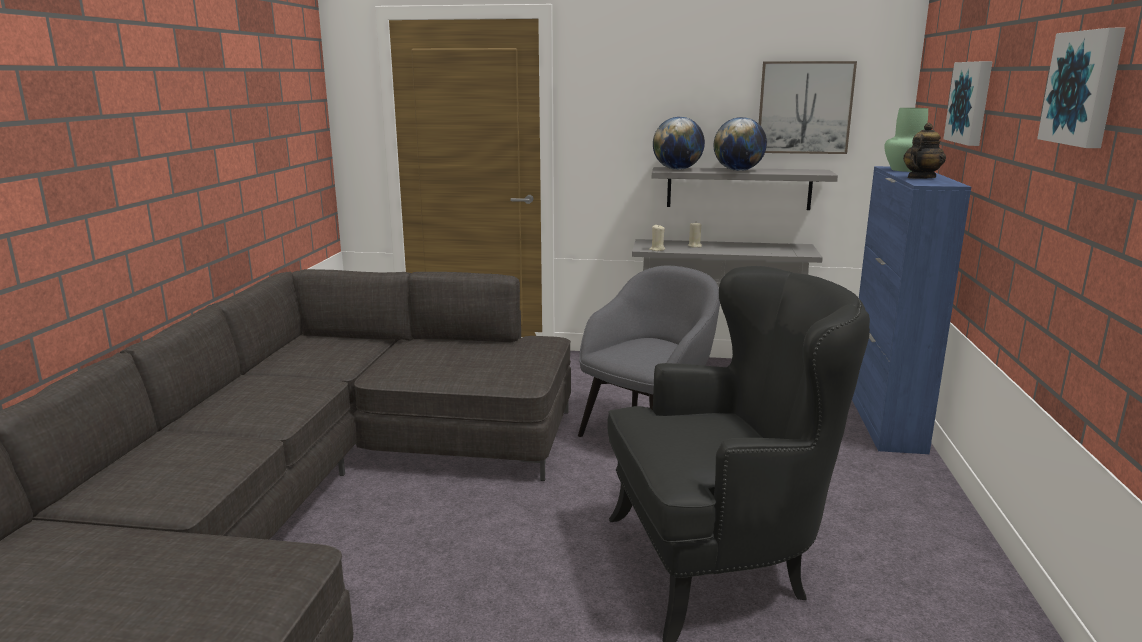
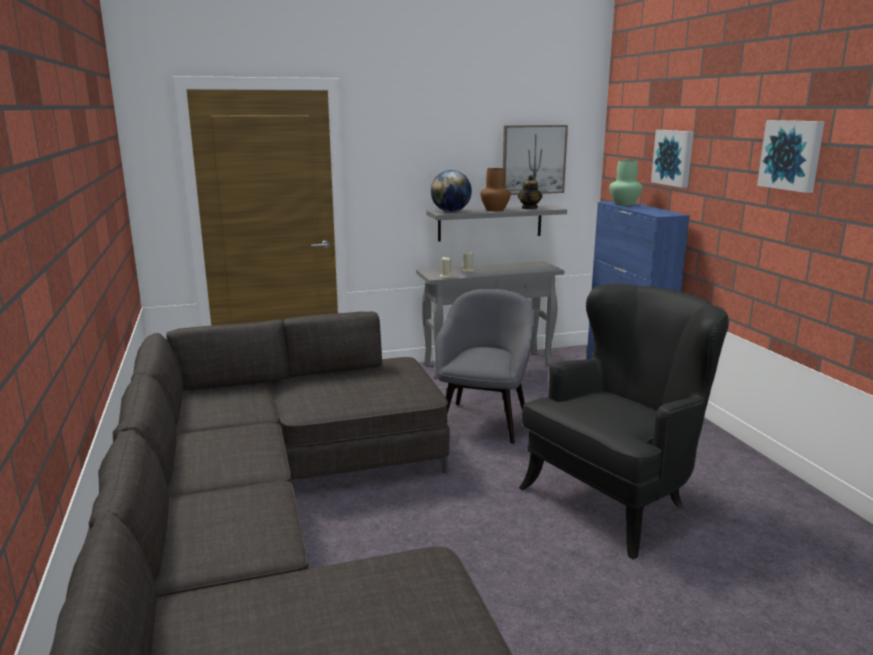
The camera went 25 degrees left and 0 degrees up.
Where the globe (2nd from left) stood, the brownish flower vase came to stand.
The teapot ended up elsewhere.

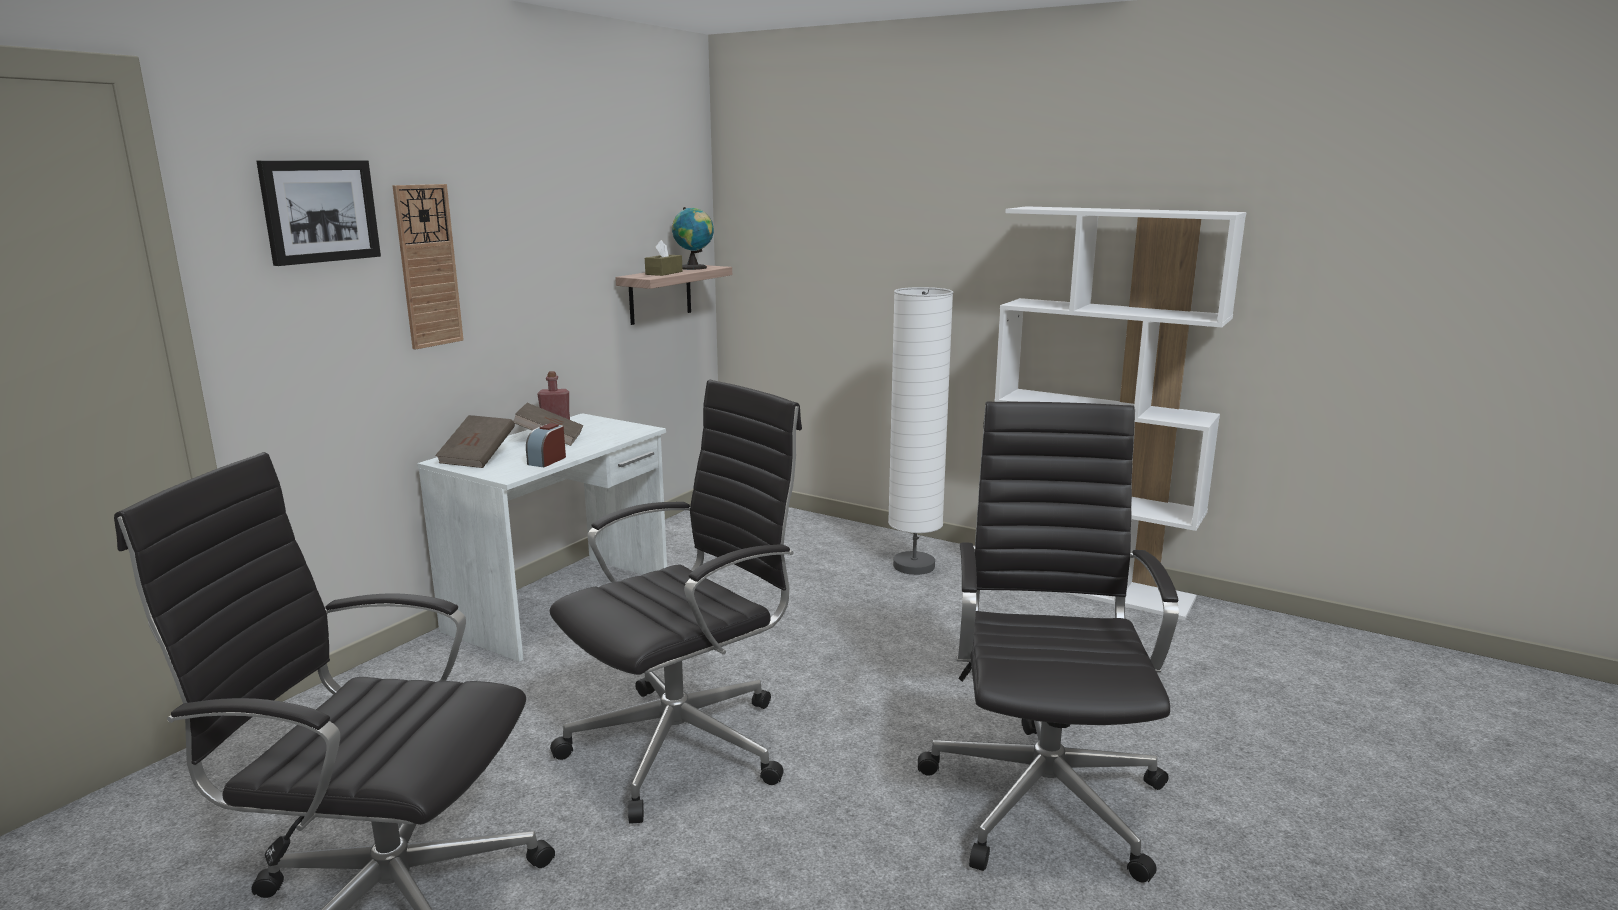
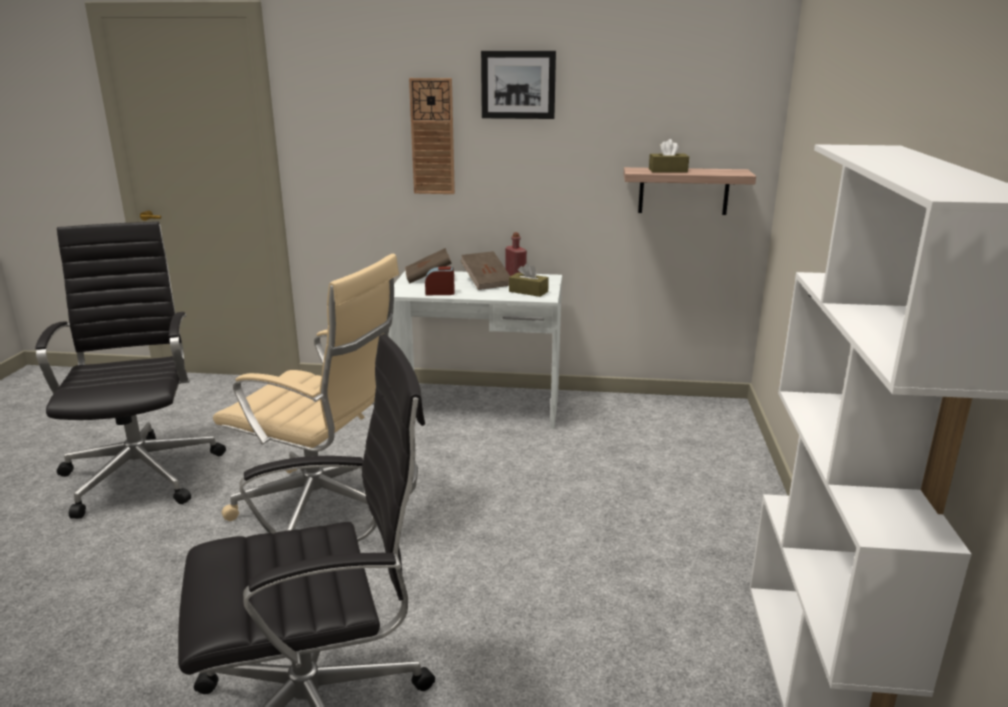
The camera went 65 degrees right and 5 degrees up.
The wall art ended up elsewhere.
The second view lost the globe.
The second view lost the white standard lamp.
What was the blackish office chair (2nd from left) turned into the beige-coloured office chair.
The second view gained the brownish tissue holder (1st from left).

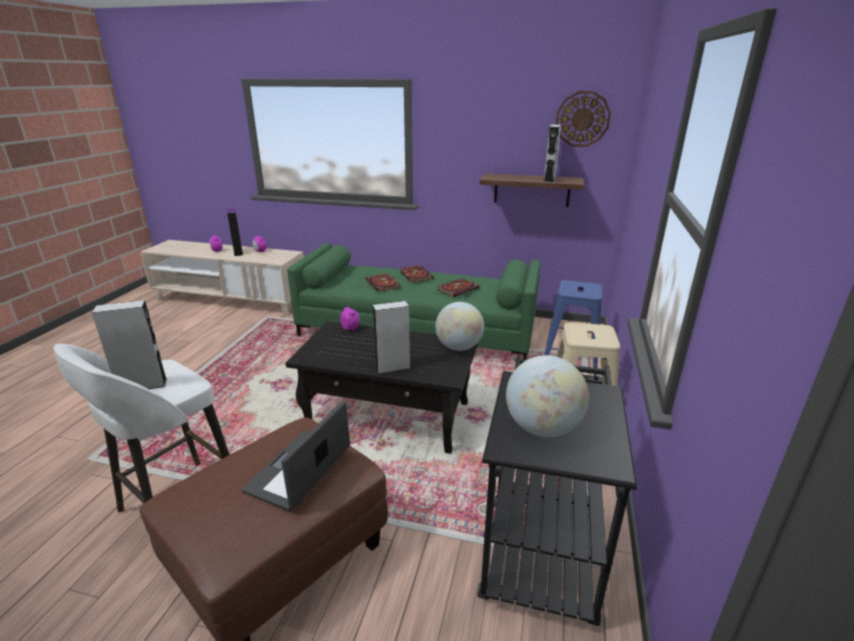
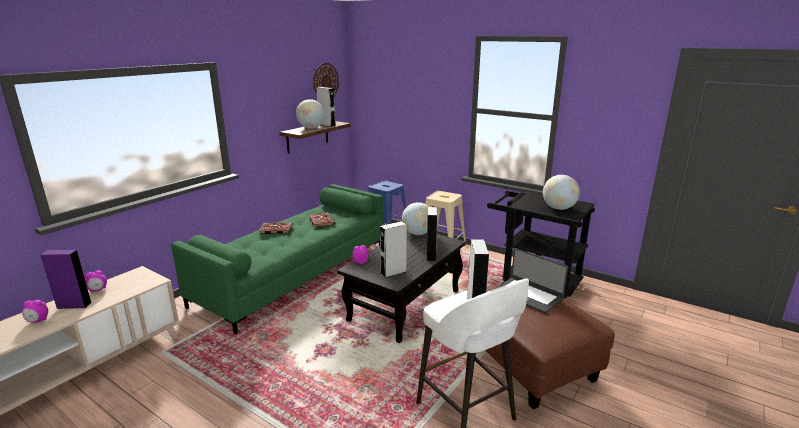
The camera went 70 degrees left and 5 degrees down.
The second view lost the book (1st from left).
The second view gained the globe (1st from left).
The second view gained the gray audio speaker (2nd from left).

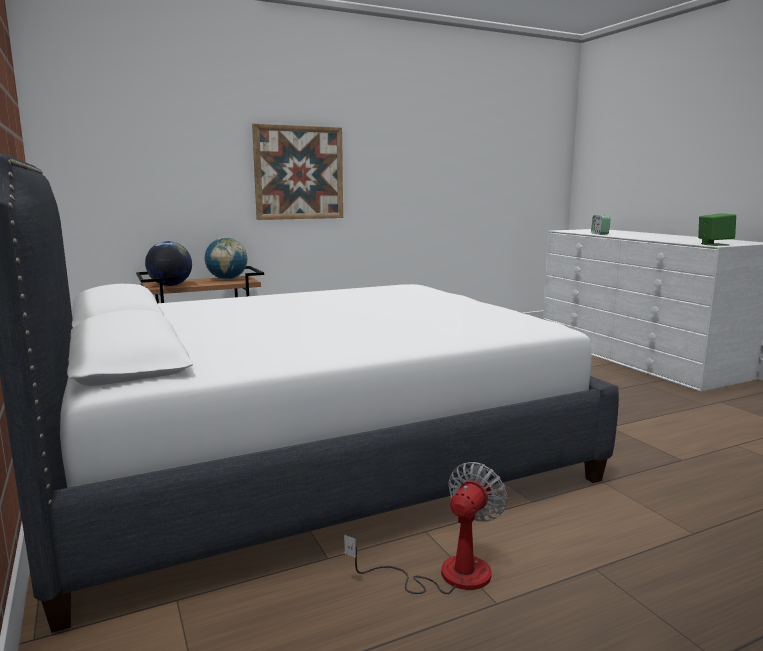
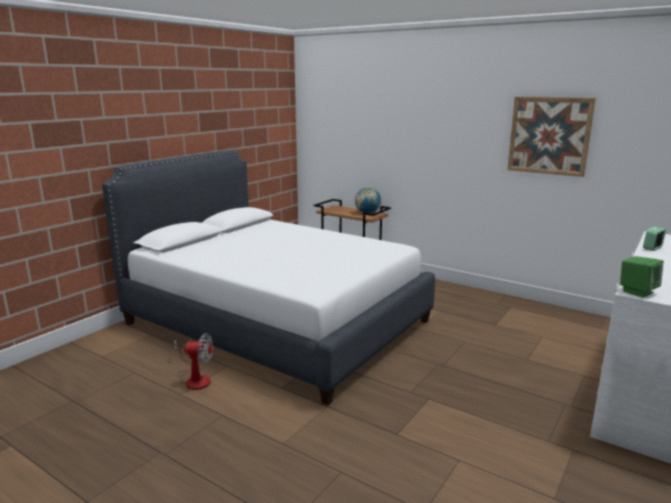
The camera went 60 degrees right and 5 degrees up.
The wall art ended up elsewhere.
The second view lost the globe (1st from left).

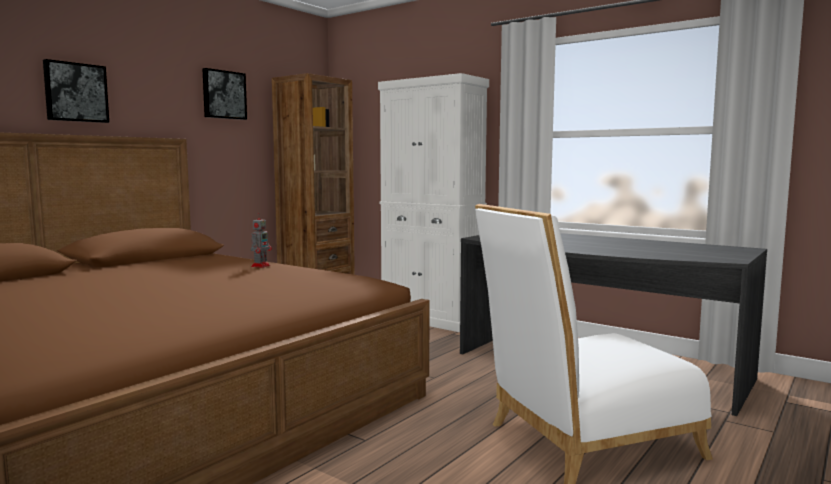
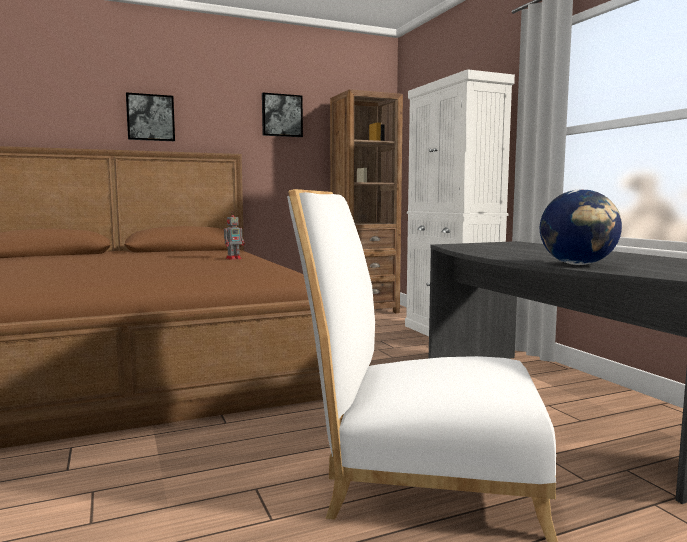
The camera went 30 degrees right and 0 degrees up.
The second view gained the globe.

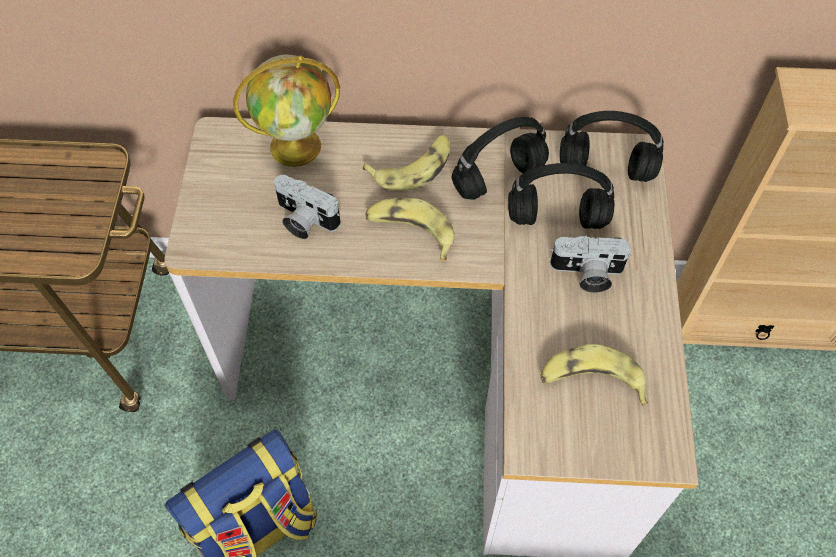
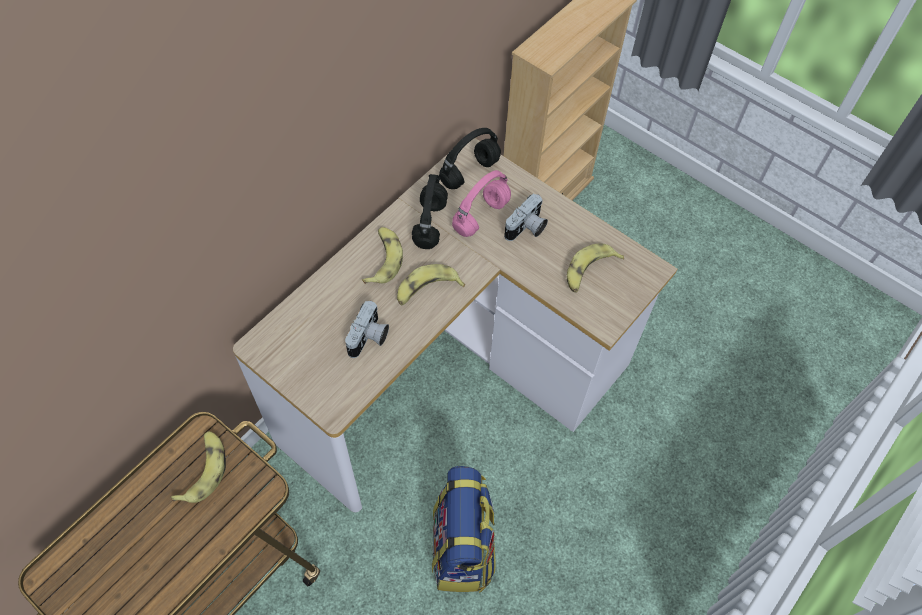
The camera went 55 degrees left and 0 degrees up.
The second view lost the globe.
What was the blackish headphones (2nd from left) turned into the pinkish headphones.
The photo camera (1st from left) ended up facing another way, 45 degrees counterclockwise from before.
The second view gained the whole banana (1st from left).

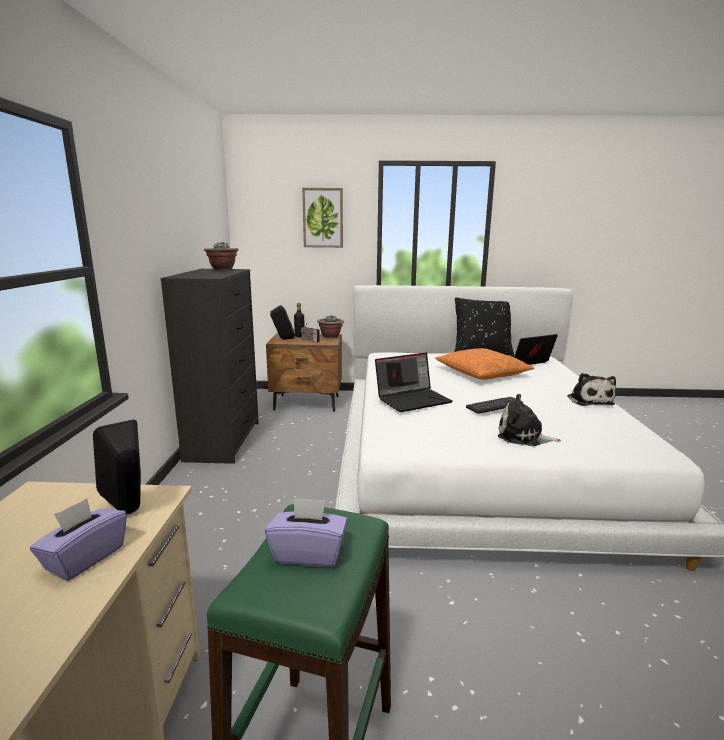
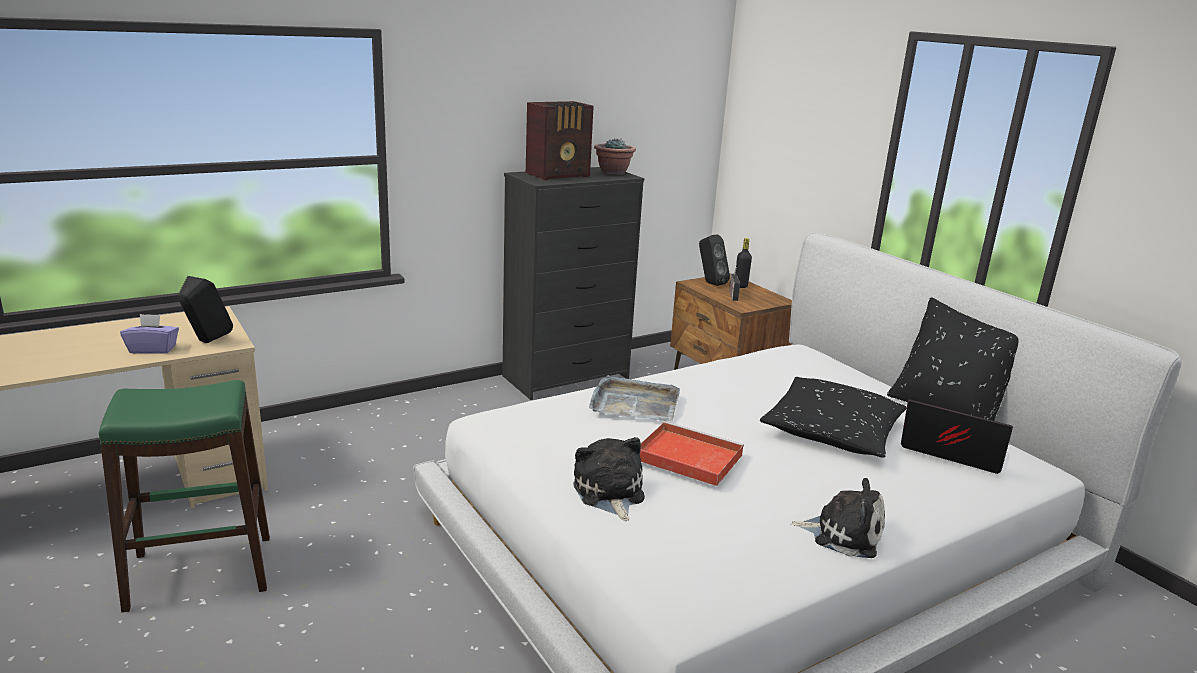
The camera went 55 degrees right and 5 degrees up.
The second view lost the wall art.
The second view lost the houseplant (2nd from left).
What was the orangey pillow turned into the blackish pillow (1st from left).
Where the portable computer (1st from left) stood, the gray tray came to stand.
The plush toy (2nd from left) ended up facing another way, 120 degrees counterclockwise from before.
Where the computer keyboard stood, the red-coloured tray came to stand.
The second view lost the purple tissue holder (2nd from left).
The second view gained the radio receiver (1st from left).

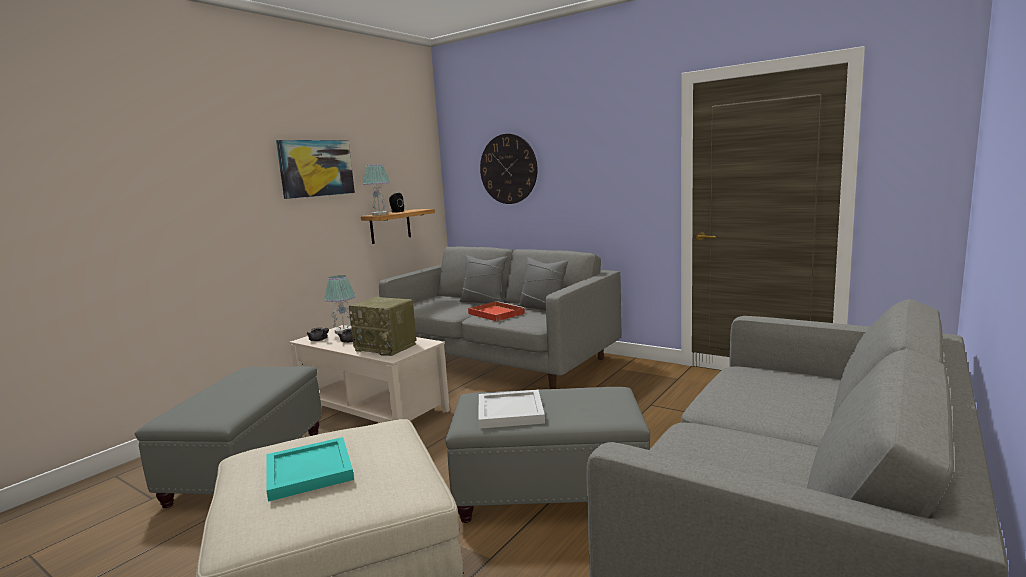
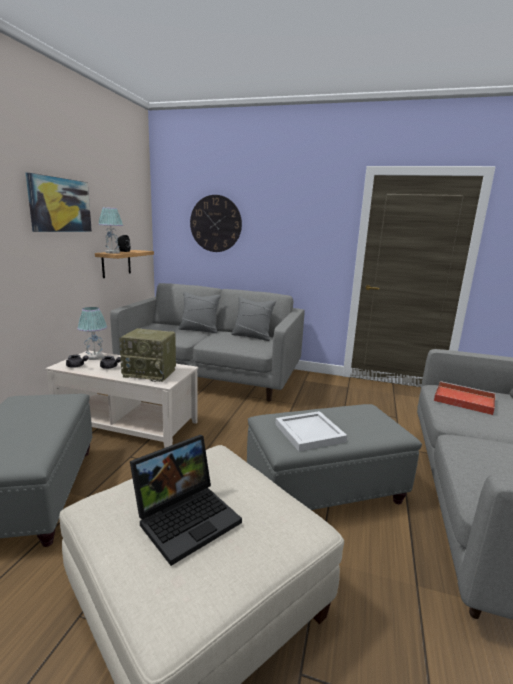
The camera went 20 degrees left and 5 degrees up.
The red-coloured tray ended up elsewhere.
Where the blue-green tray stood, the portable computer came to stand.

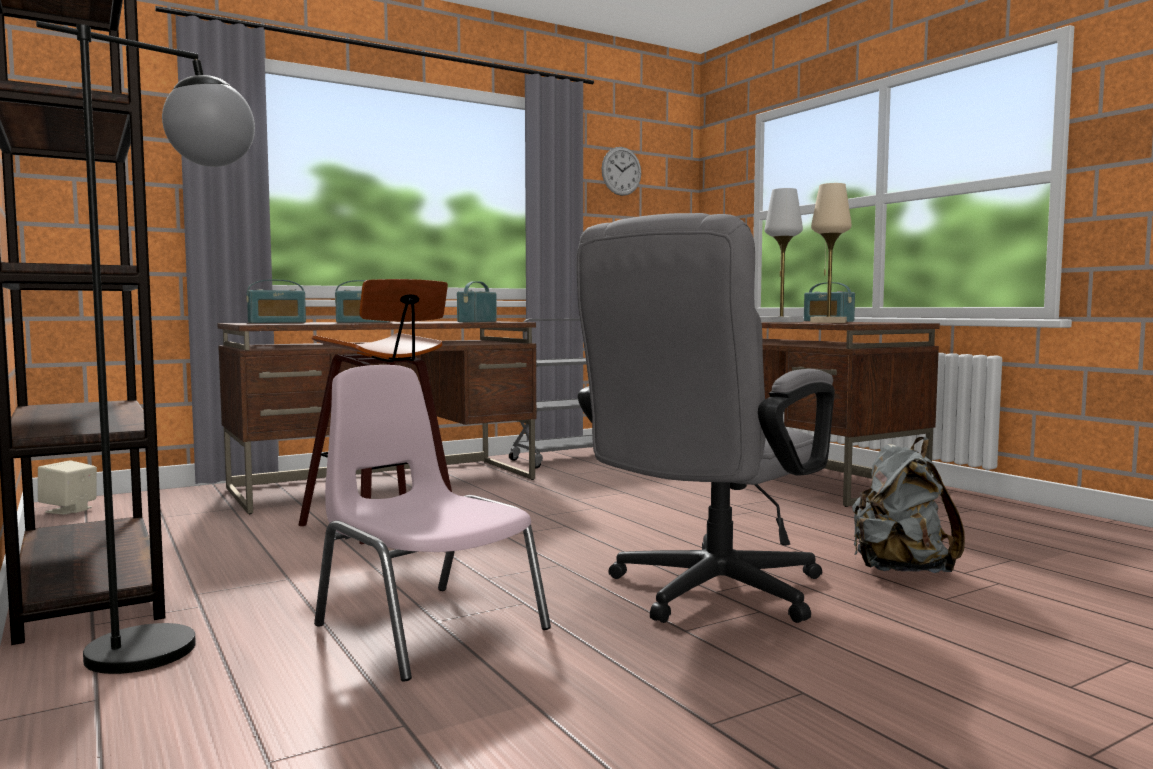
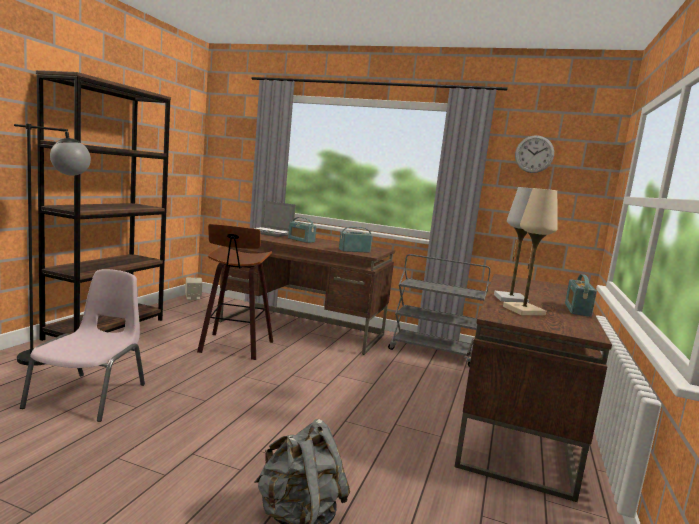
The camera went 50 degrees right and 5 degrees up.
The second view lost the gray office chair.
Where the radio receiver (1st from left) stood, the portable computer came to stand.

